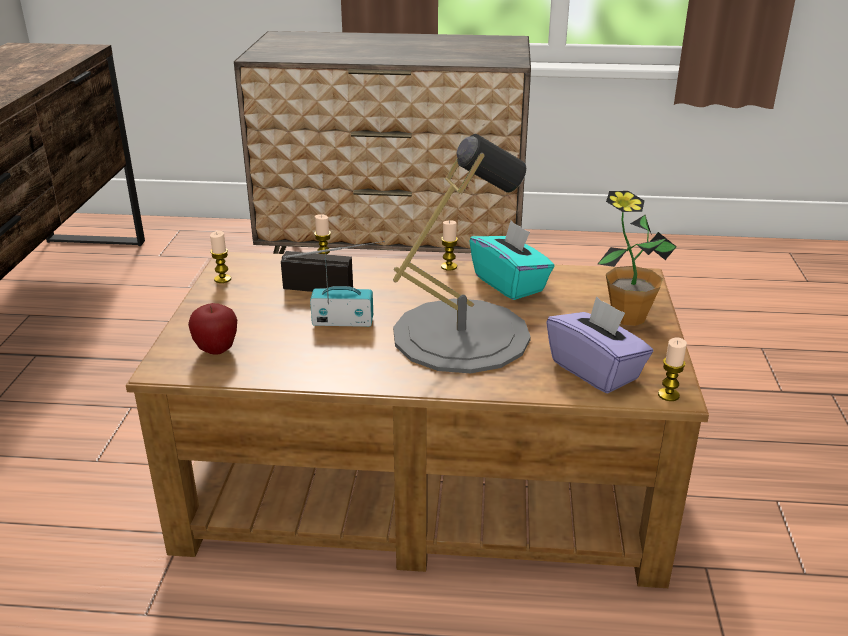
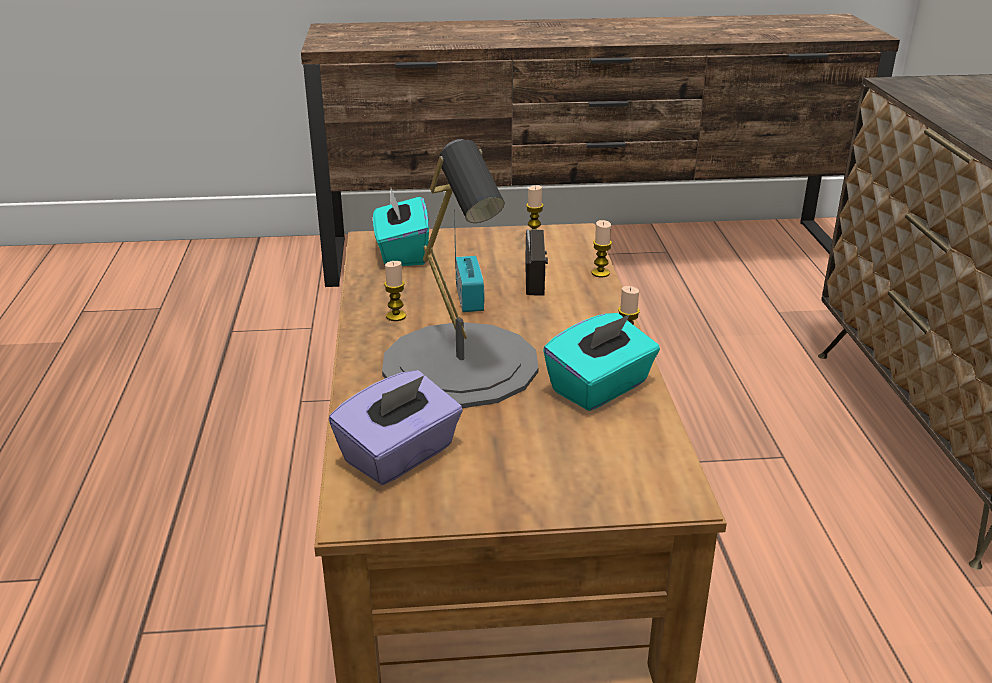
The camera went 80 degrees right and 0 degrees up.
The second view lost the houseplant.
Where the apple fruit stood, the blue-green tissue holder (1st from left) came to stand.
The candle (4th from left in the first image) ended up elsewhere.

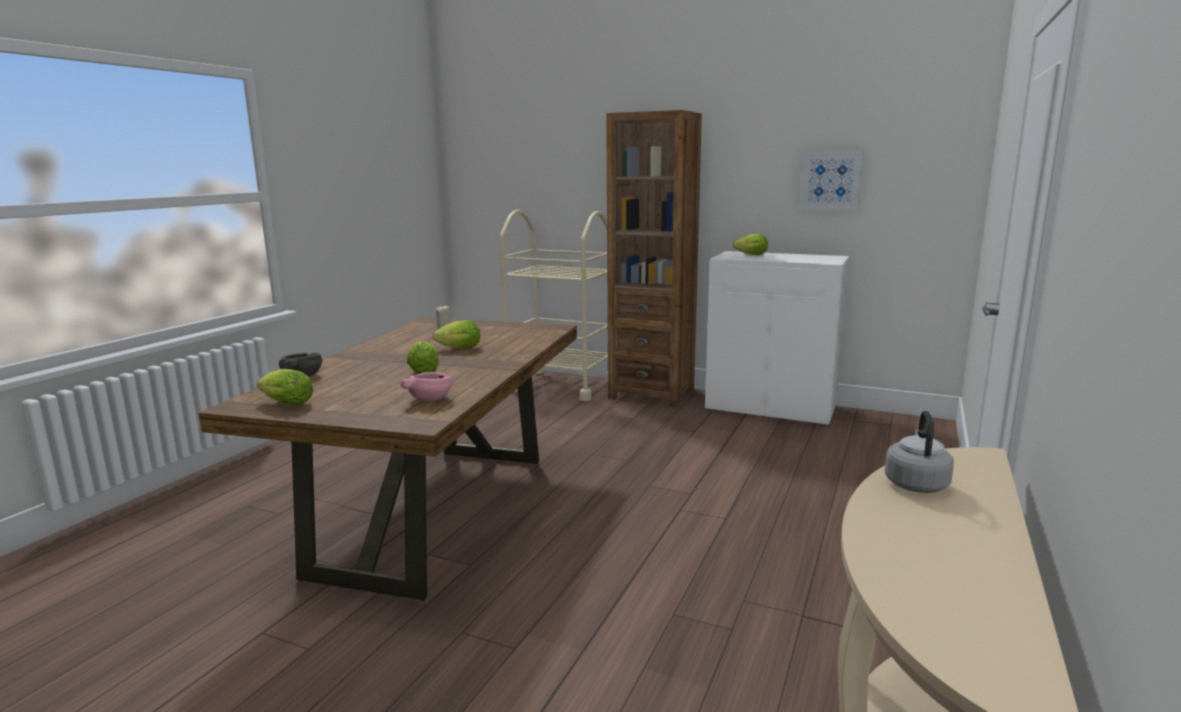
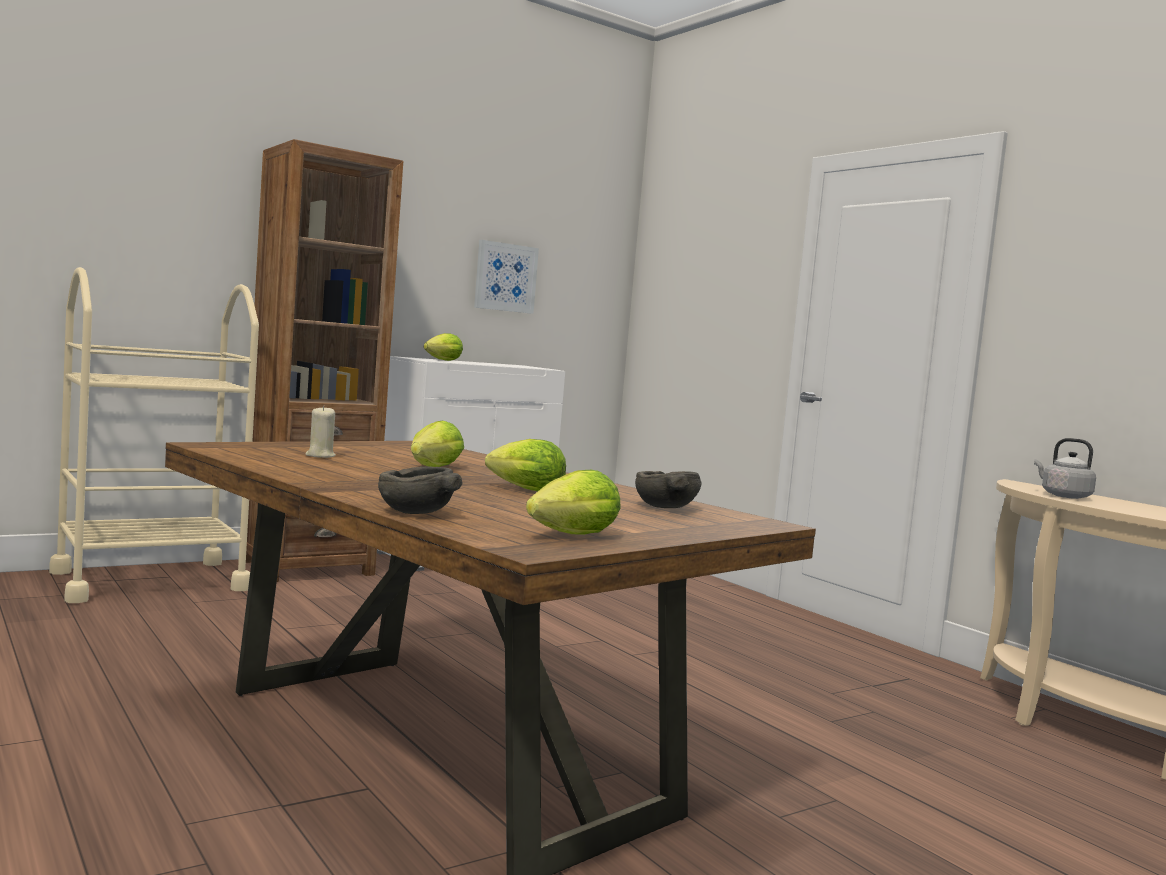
The camera went 60 degrees left and 10 degrees down.
What was the pinkish serving bowl turned into the gray serving bowl (2nd from left).

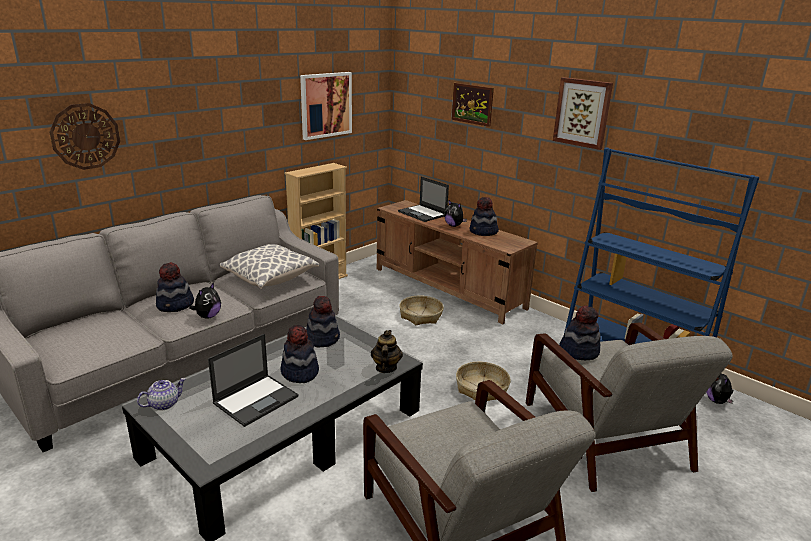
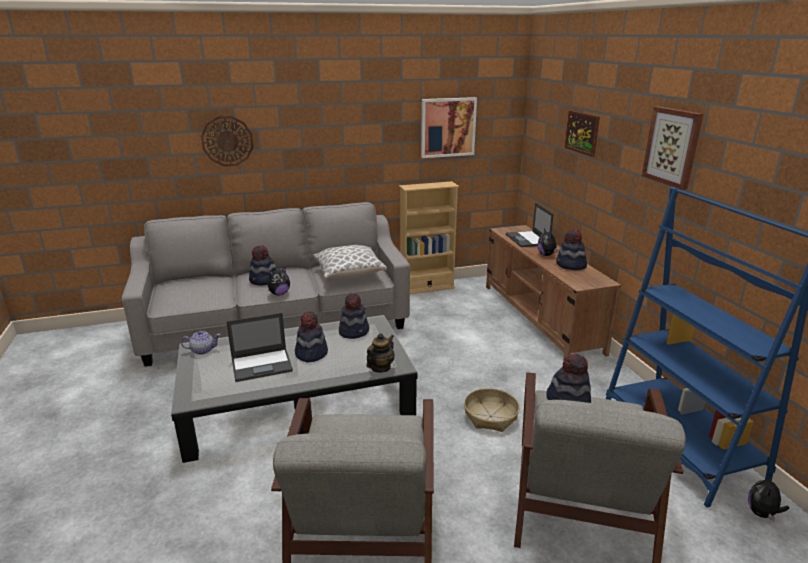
The camera went 30 degrees right and 0 degrees up.
The second view lost the storage basket (1st from left).

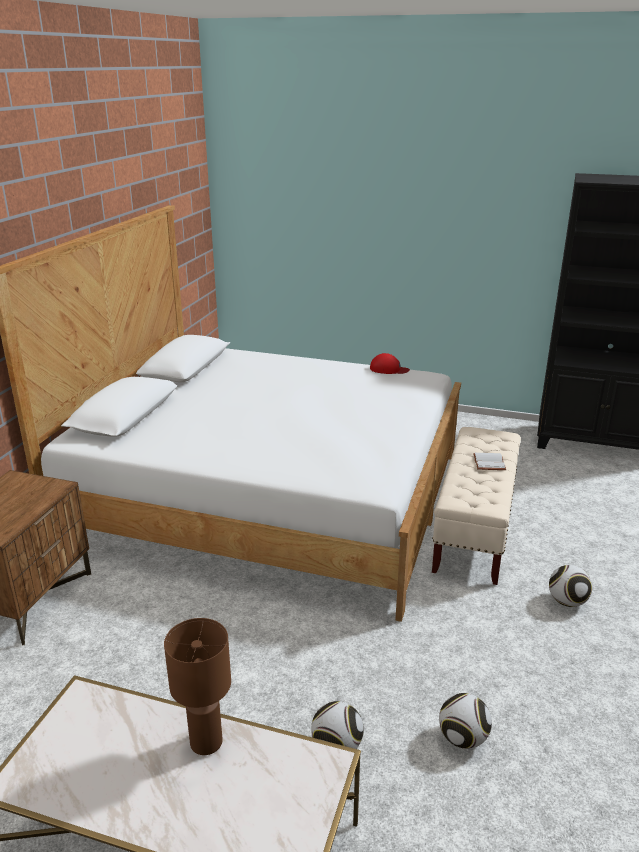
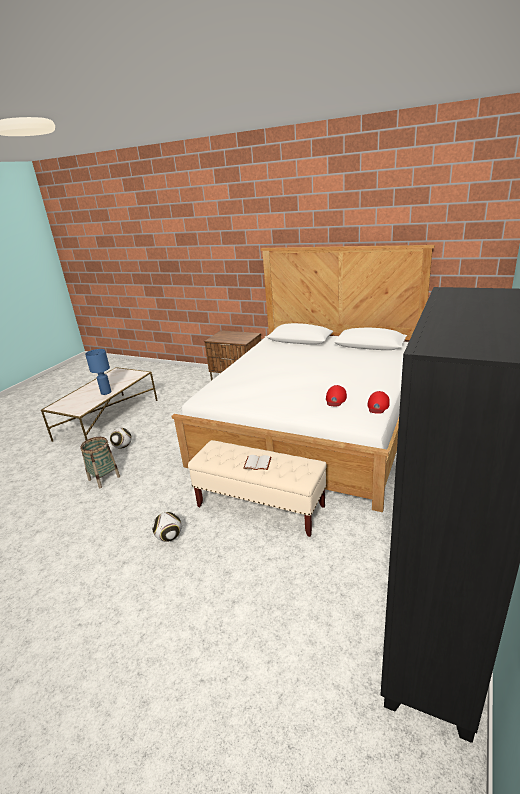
The camera went 100 degrees right and 0 degrees up.
What was the brownish table lamp turned into the blue-coloured table lamp.
Where the football ball (2nd from left) stood, the storage basket came to stand.
The second view gained the red-coloured baseball cap (1st from left).

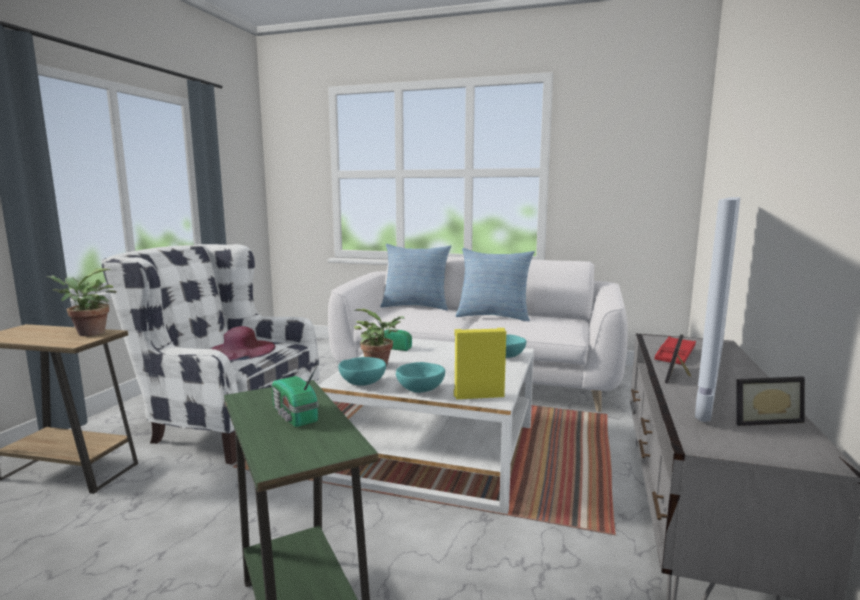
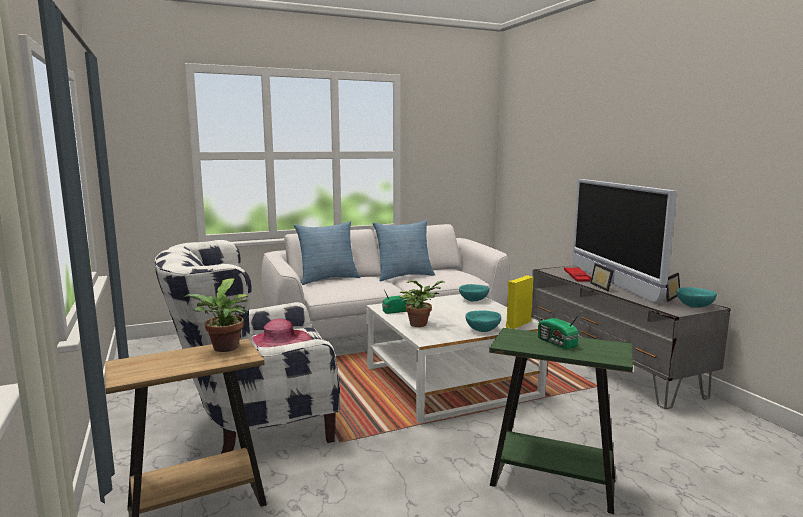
The camera went 40 degrees left and 0 degrees up.
The blue-green serving bowl (1st from left in the first image) ended up elsewhere.
The radio receiver (1st from left in the first image) ended up facing another way, 45 degrees clockwise from before.

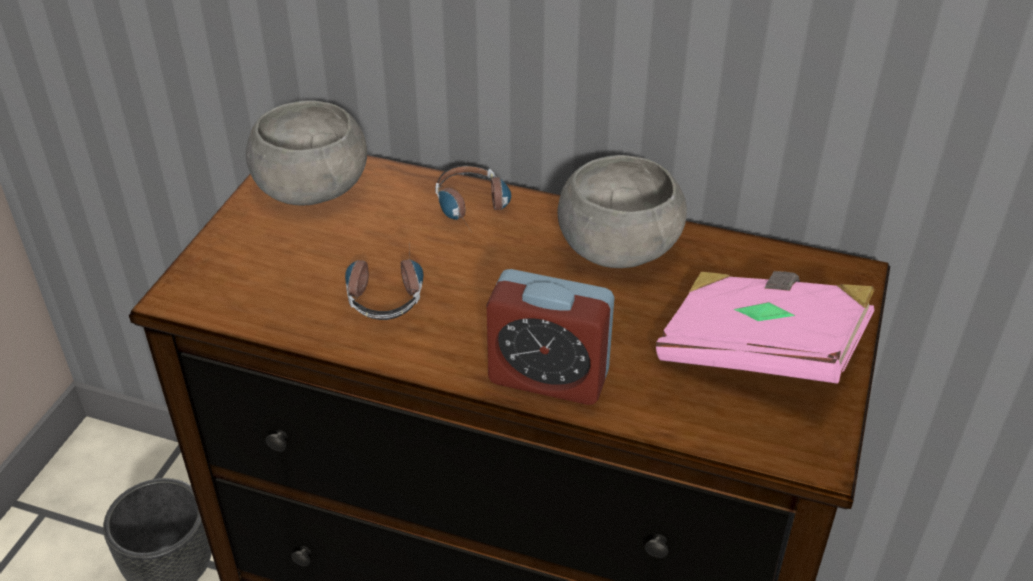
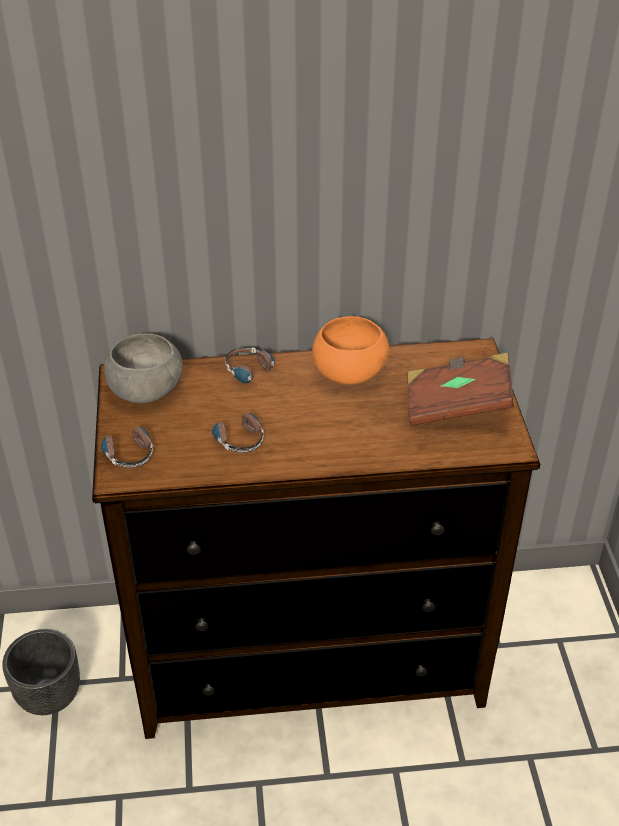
The camera went 25 degrees left and 0 degrees up.
What was the gray serving bowl (2nd from left) turned into the orangey serving bowl.
The second view lost the table clock.
What was the pinkish book turned into the brownish book.
The second view gained the headphones (1st from left).

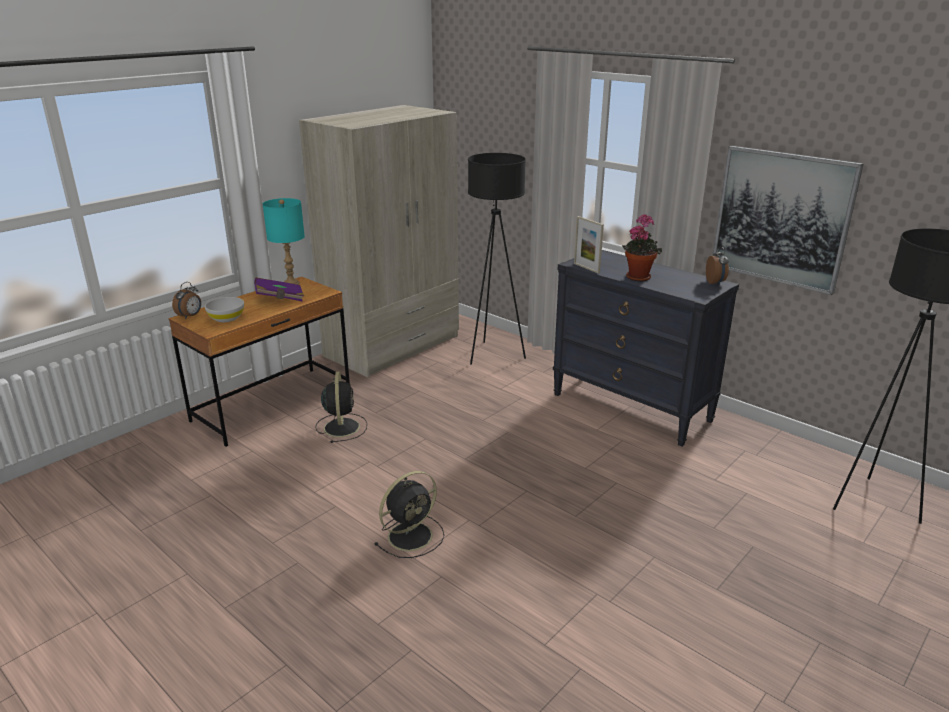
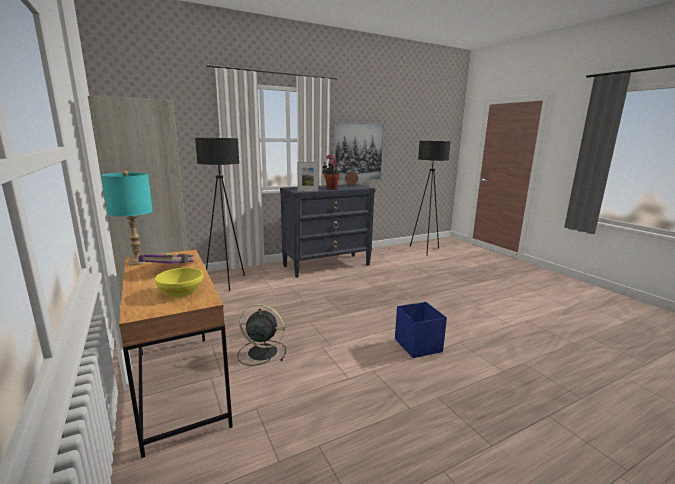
The camera went 70 degrees left and 10 degrees down.
The second view lost the table clock (1st from left).
What was the white serving bowl turned into the yellow serving bowl.
Where the blackish cooling fan (2nd from left) stood, the blue-coloured storage bin came to stand.

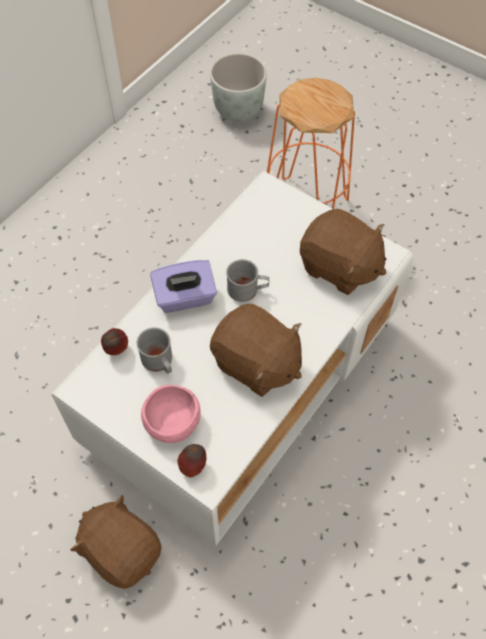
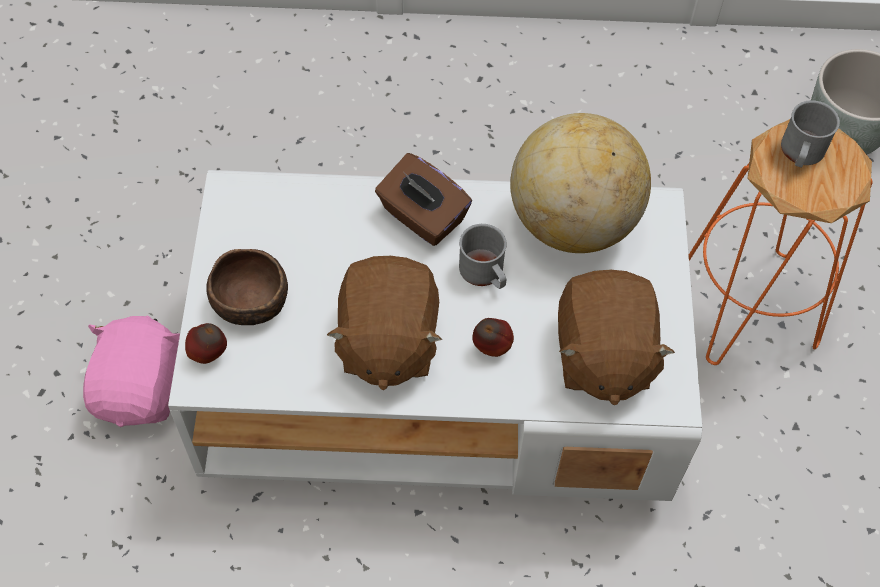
The camera went 55 degrees right and 0 degrees up.
What was the purple tissue holder turned into the brownish tissue holder.
The gray mug (1st from left in the first image) ended up elsewhere.
The apple fruit (1st from left in the first image) ended up elsewhere.
What was the pinkish serving bowl turned into the brownish serving bowl.
What was the brownish plush toy (1st from left) turned into the pinkish plush toy.
The second view gained the globe.

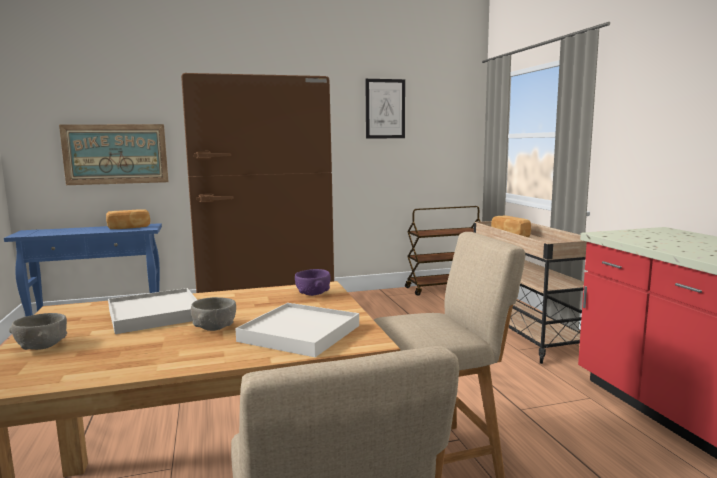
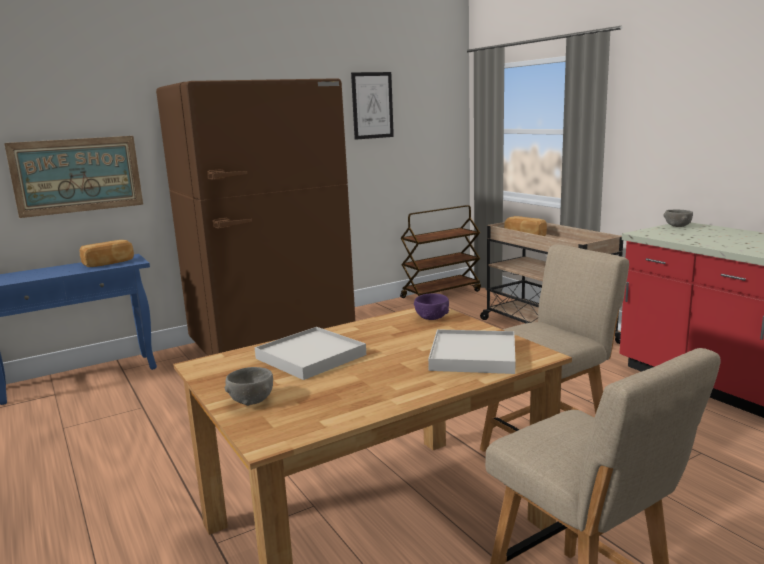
The camera went 15 degrees left and 5 degrees up.
The gray serving bowl (2nd from left) ended up elsewhere.

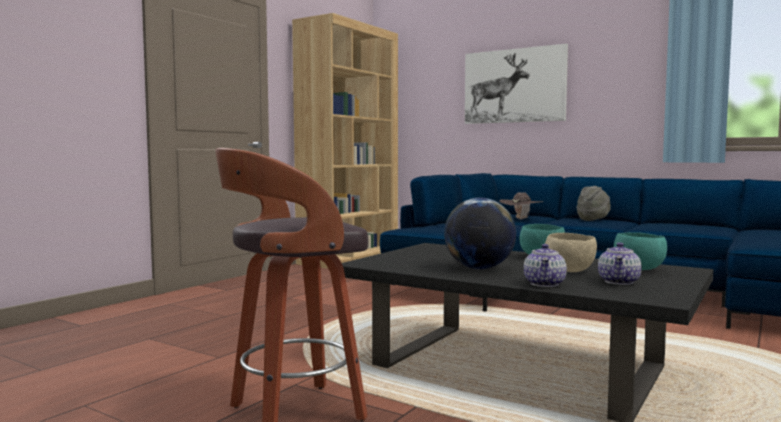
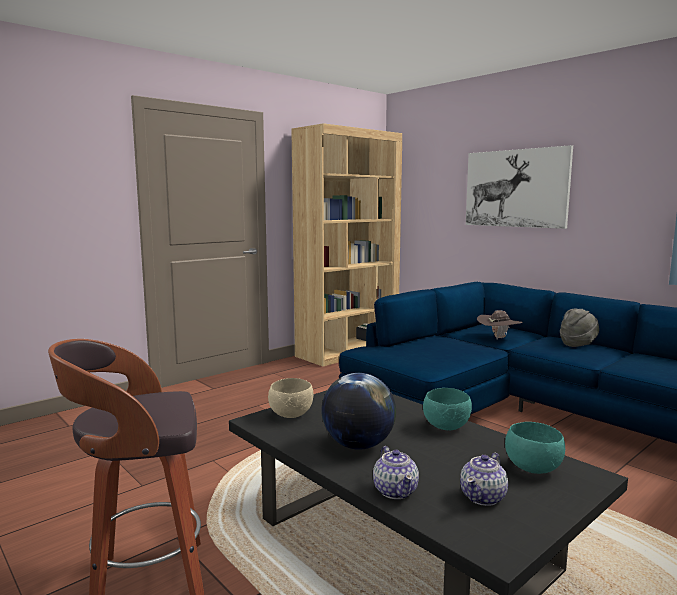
The camera went 15 degrees right and 5 degrees up.
The beige-coloured serving bowl ended up elsewhere.
The teapot (1st from left) ended up facing another way, 45 degrees counterclockwise from before.

